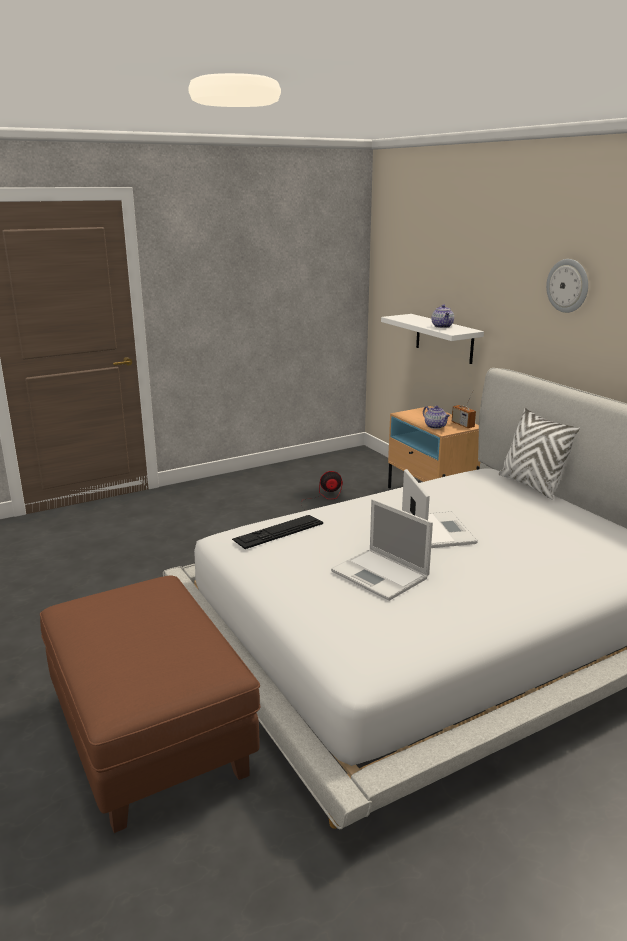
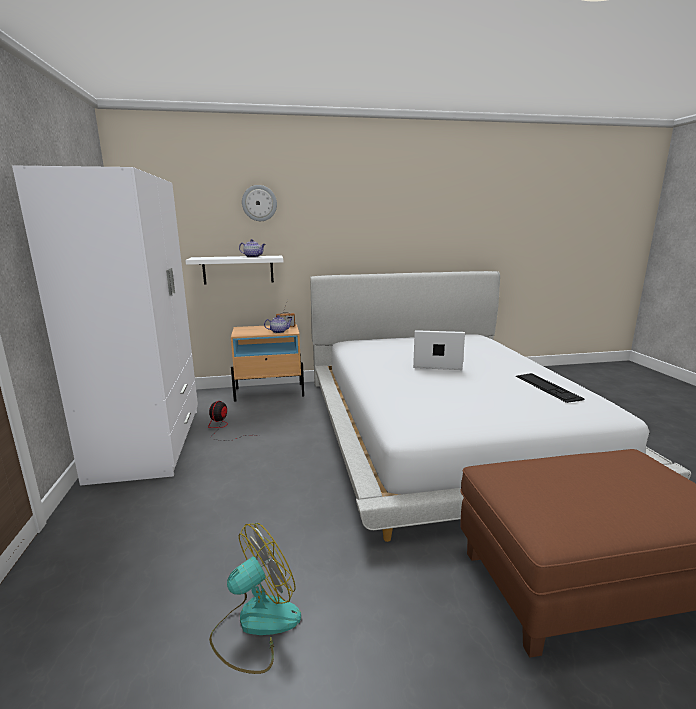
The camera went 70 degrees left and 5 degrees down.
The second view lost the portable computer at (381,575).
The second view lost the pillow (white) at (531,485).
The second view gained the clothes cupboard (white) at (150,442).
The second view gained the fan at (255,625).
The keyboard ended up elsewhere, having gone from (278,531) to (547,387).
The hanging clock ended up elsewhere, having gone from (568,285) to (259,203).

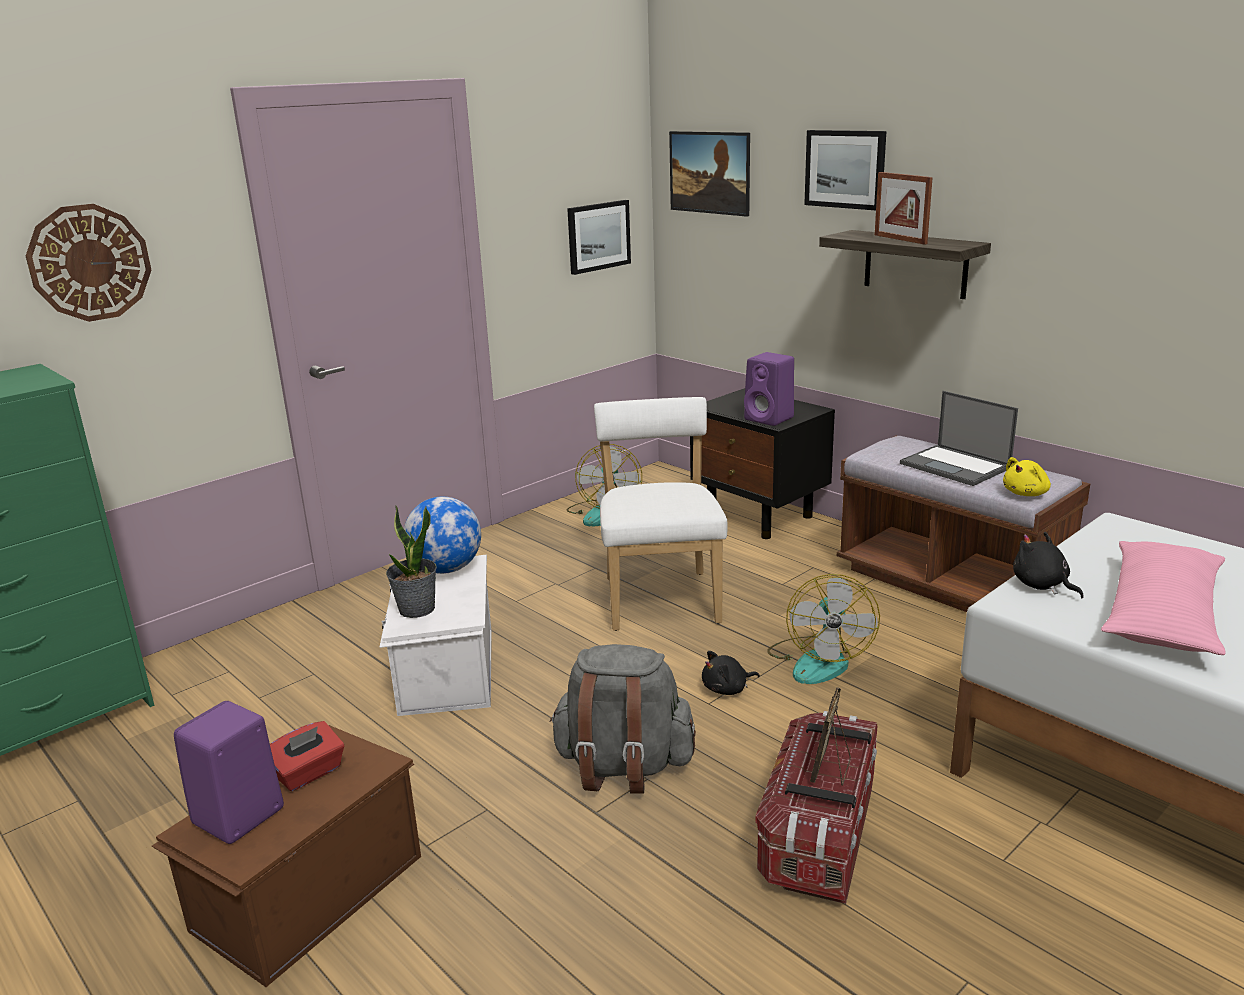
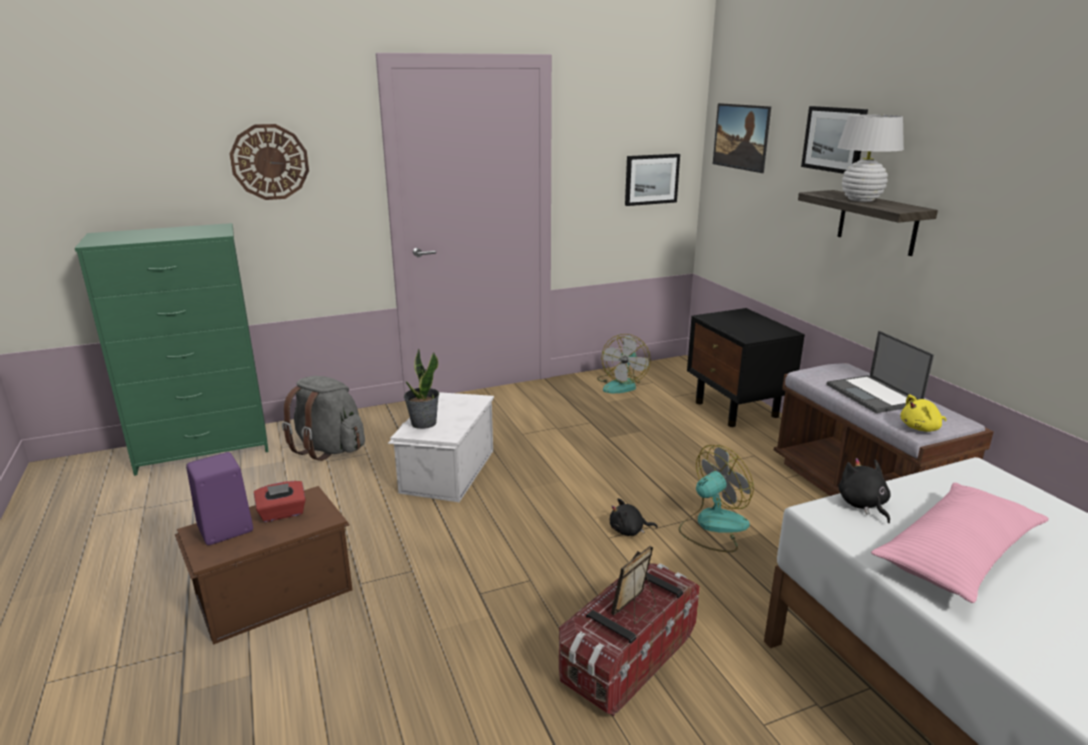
The camera went 20 degrees right and 0 degrees up.
The second view lost the world globe at (446,569).
The second view lost the upright chair (white) at (661,597).
The second view lost the speaker (purplish) at (770,419).
The rucksack (gray) ended up elsewhere, having gone from (623,766) to (329,448).
Where the photo frame stood at (900,239), the lamp for a table (white) came to stand at (861,200).
The fan at (818,660) ended up facing another way, 150 degrees counterclockwise from before.

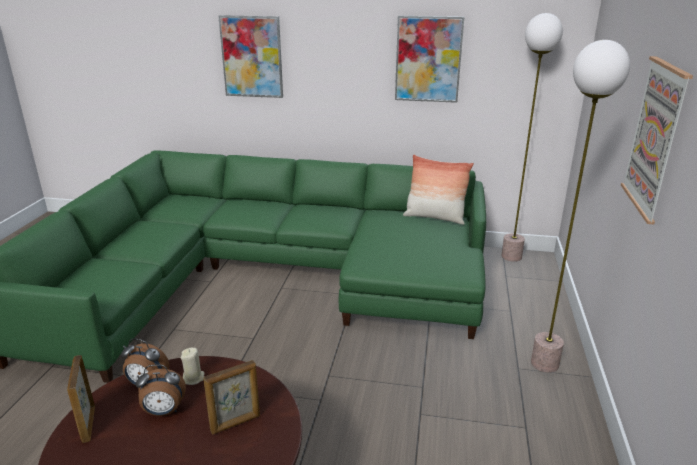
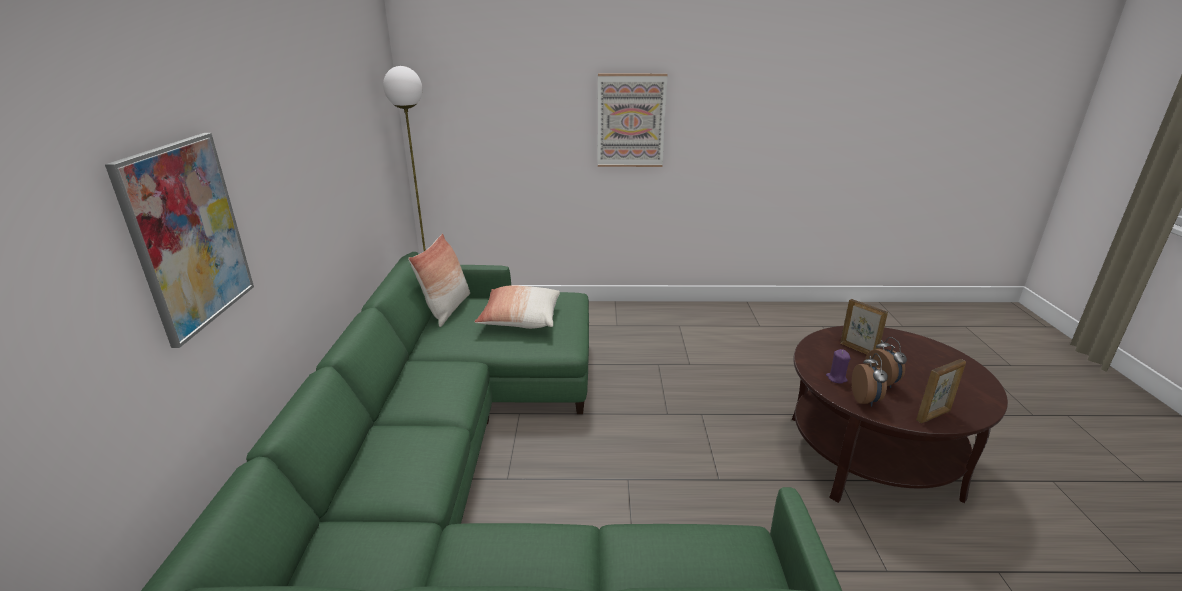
The camera went 100 degrees left and 0 degrees up.
The second view lost the wall art at (428,59).
The second view lost the standard lamp at (545,364).
The second view gained the pillow at (520,319).
What was the wax light (beige-coloured) at (193,378) turned into the wax light (purplish) at (836,378).

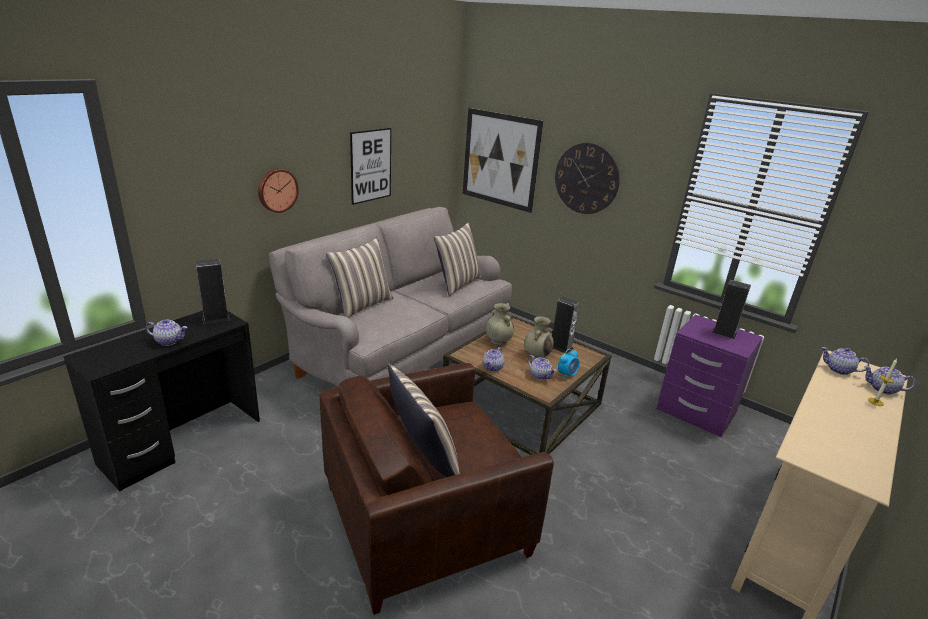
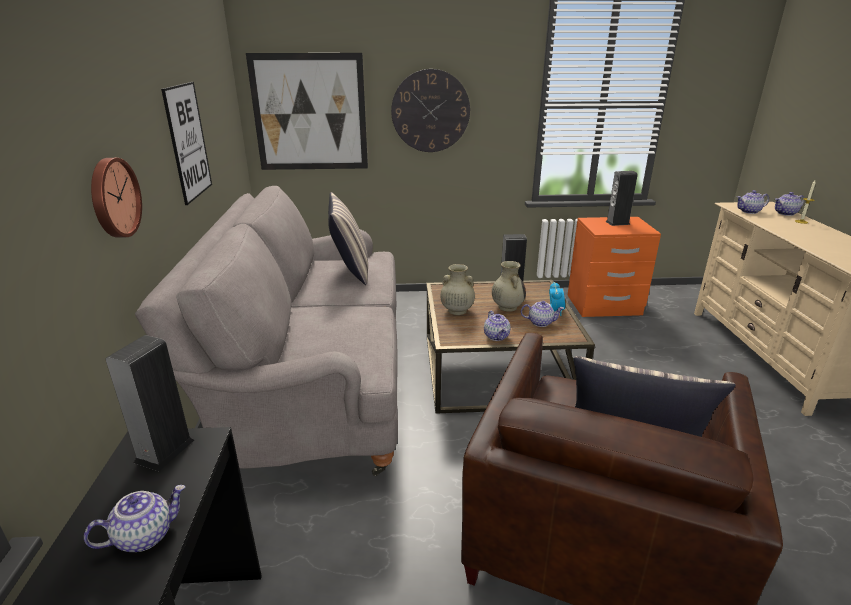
The camera went 40 degrees left and 0 degrees up.
The second view lost the pillow at (362,305).
What was the bedside table (purplish) at (695,412) turned into the bedside table (orange-coloured) at (604,306).

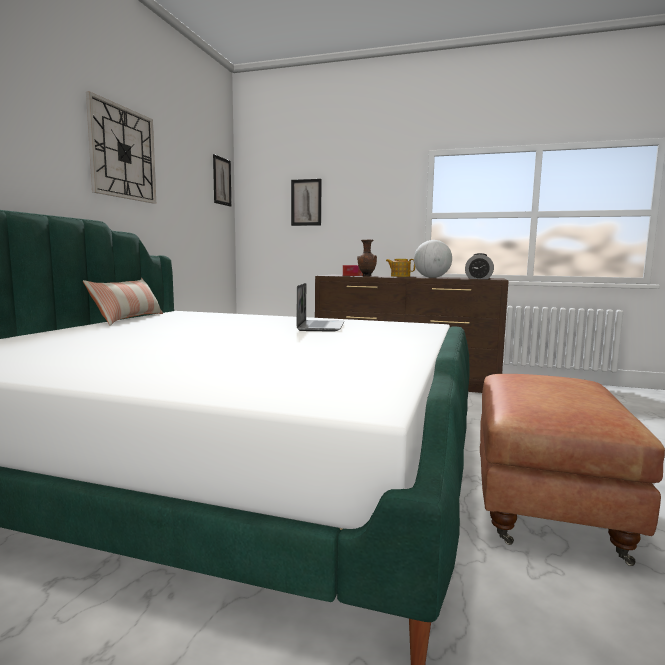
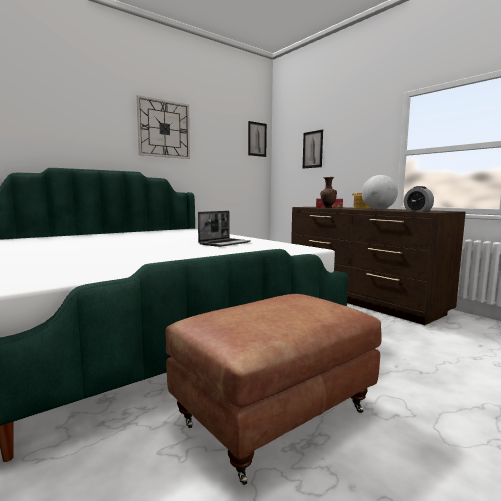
The camera went 35 degrees right and 0 degrees up.
The second view lost the pillow at (129,319).

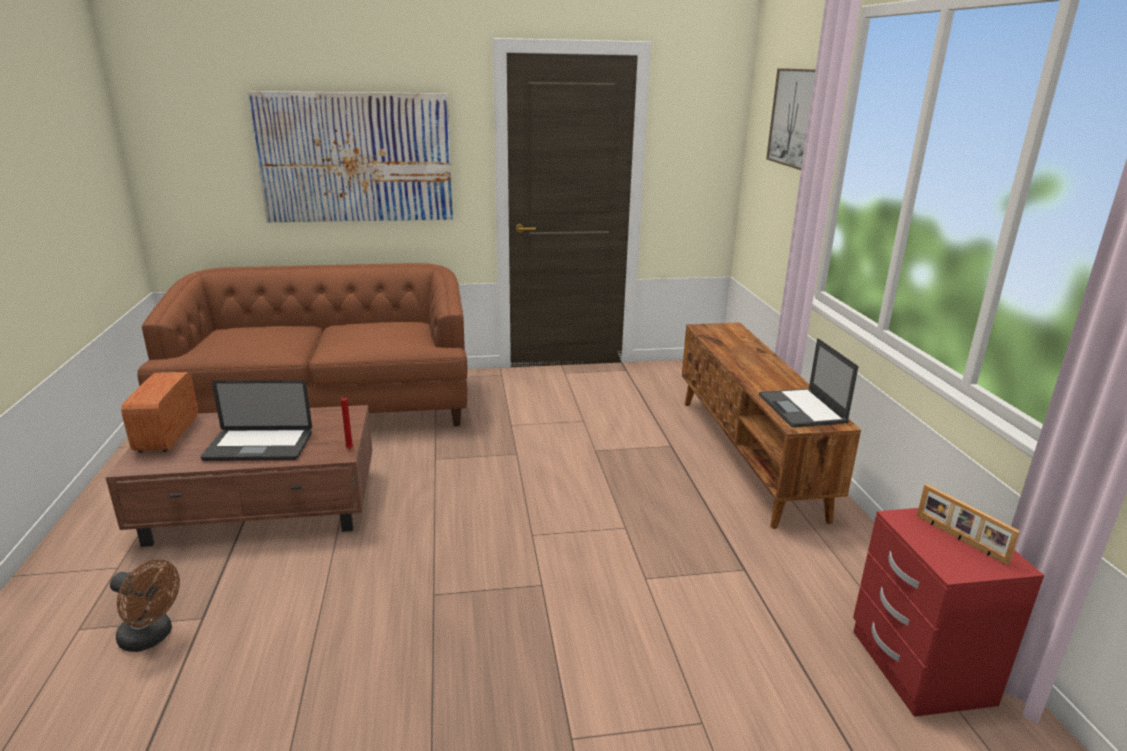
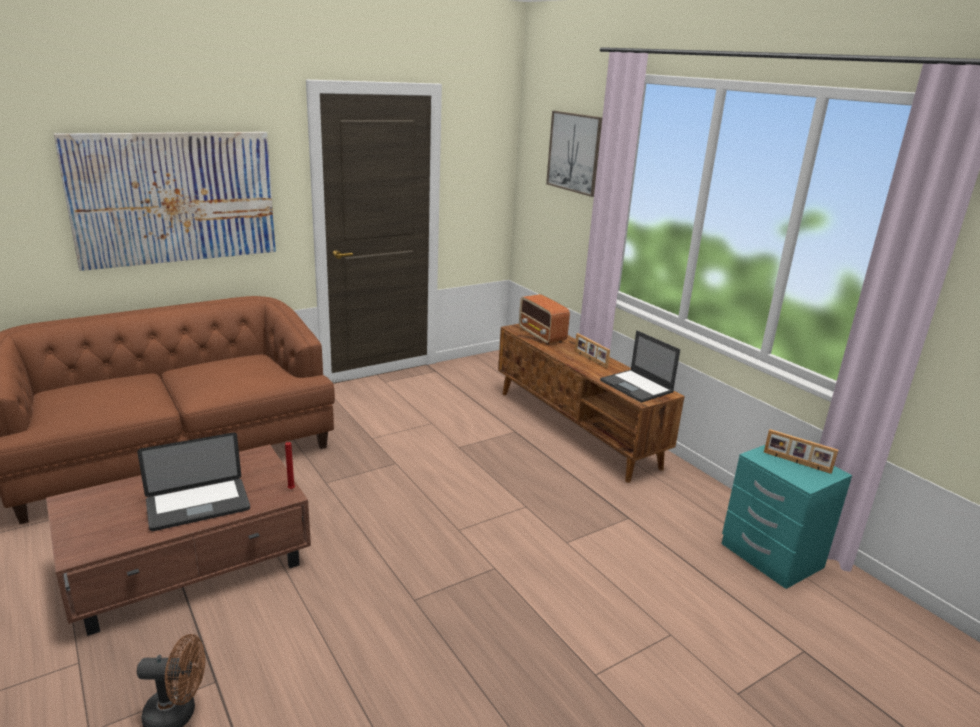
The camera went 25 degrees left and 0 degrees up.
The second view gained the photo frame at (590,359).
The radio ended up elsewhere, having gone from (167,435) to (542,335).
What was the bedside table (red) at (920,667) turned into the bedside table (turquoise) at (771,556).

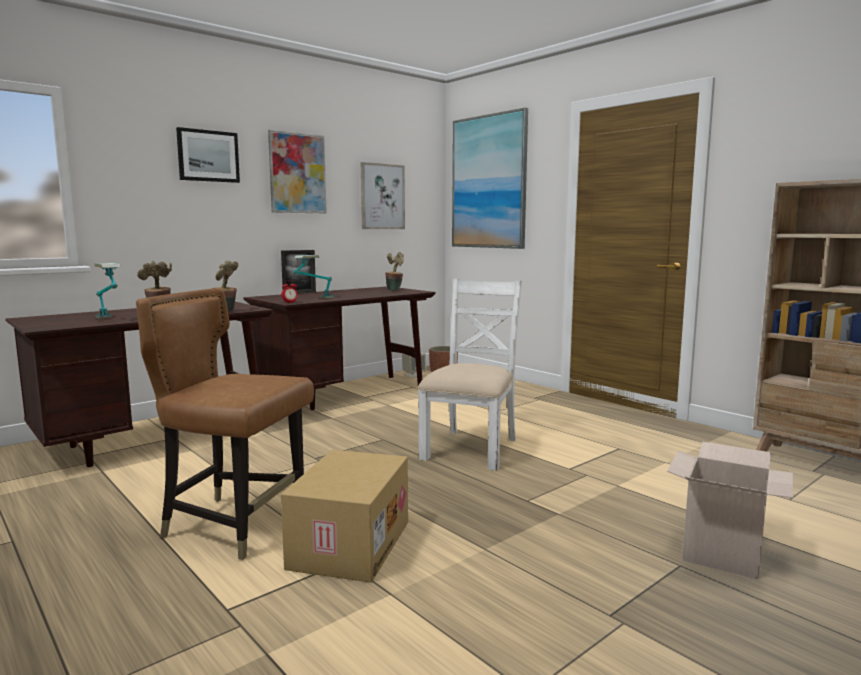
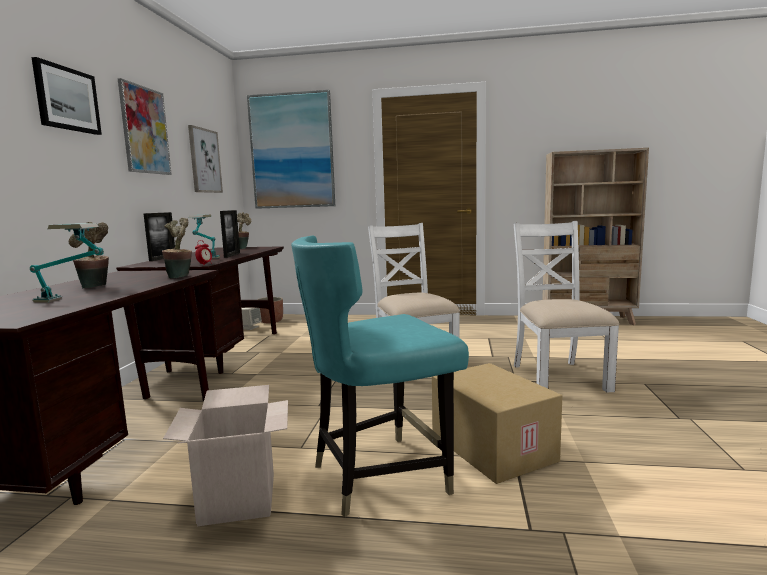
The camera went 40 degrees left and 0 degrees up.
The second view gained the photo frame at (232,255).
The second view gained the upright chair (white) at (558,377).
The packing box ended up elsewhere, having gone from (723,553) to (238,499).
What was the upright chair (brown-coloured) at (234,524) turned into the upright chair (turquoise) at (379,475).

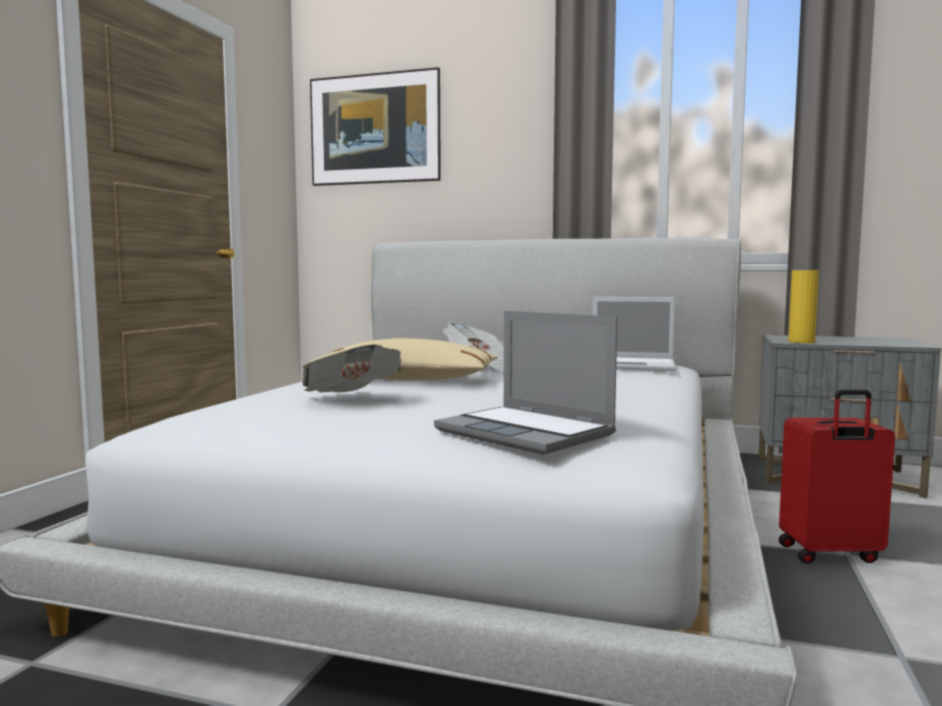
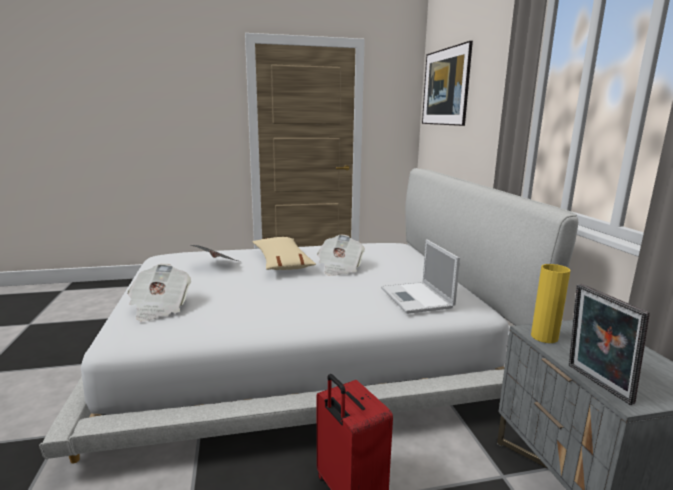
The camera went 60 degrees right and 10 degrees up.
The second view gained the photo frame at (595,384).
Where the portable computer stood at (527,433), the daily paper came to stand at (159,307).

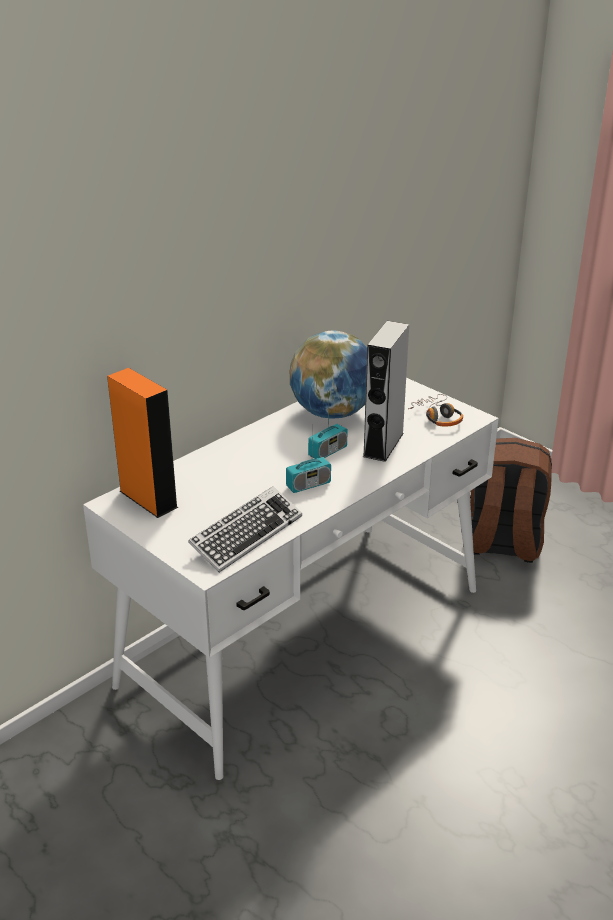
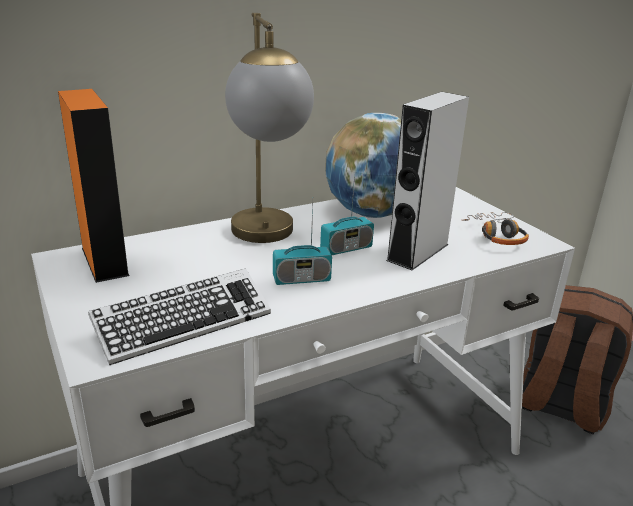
The camera went 15 degrees right and 5 degrees down.
The second view gained the lamp for a table at (267,239).

